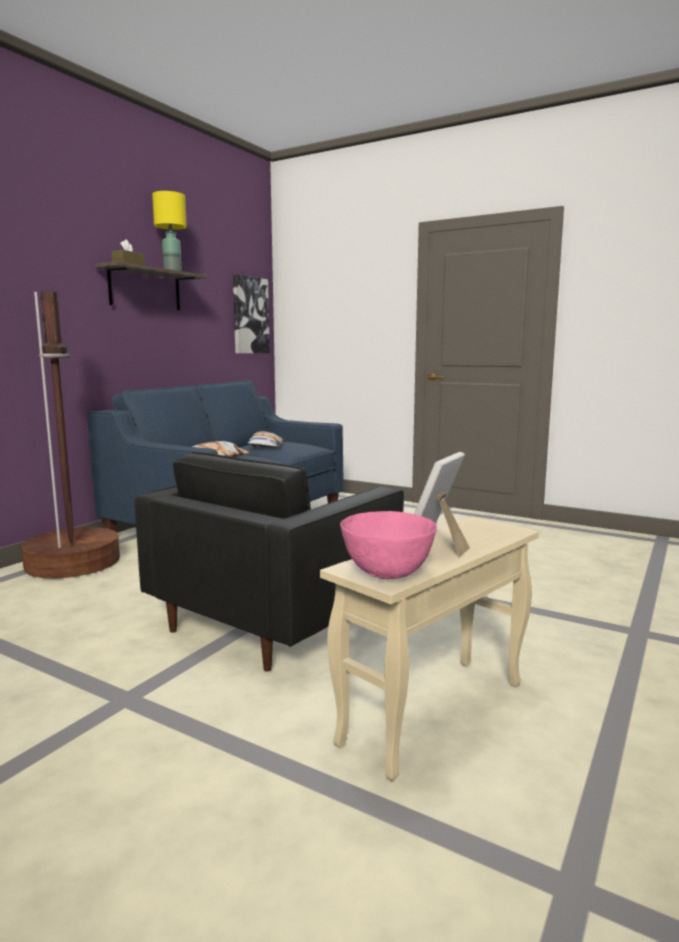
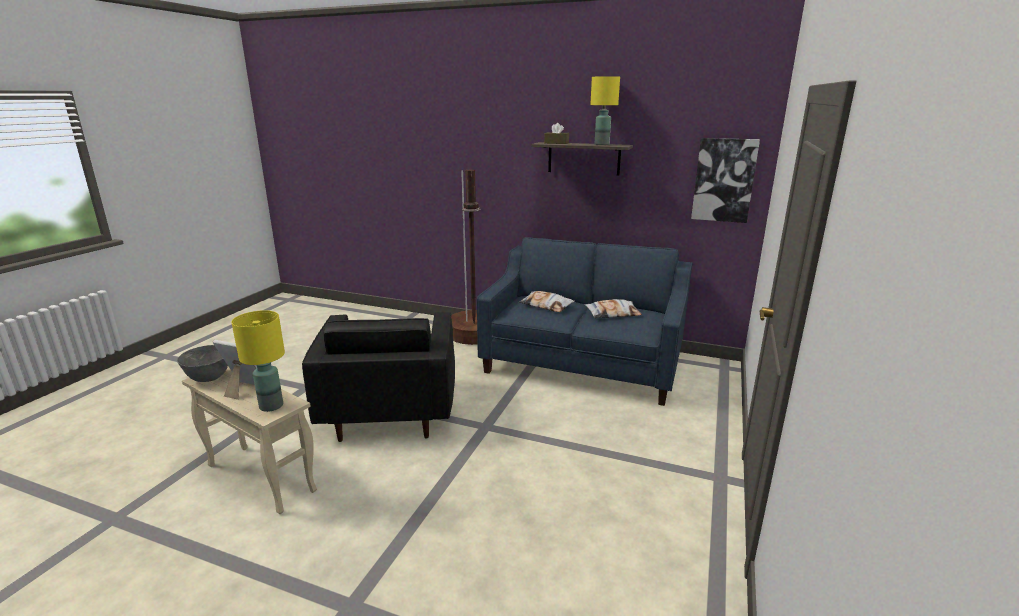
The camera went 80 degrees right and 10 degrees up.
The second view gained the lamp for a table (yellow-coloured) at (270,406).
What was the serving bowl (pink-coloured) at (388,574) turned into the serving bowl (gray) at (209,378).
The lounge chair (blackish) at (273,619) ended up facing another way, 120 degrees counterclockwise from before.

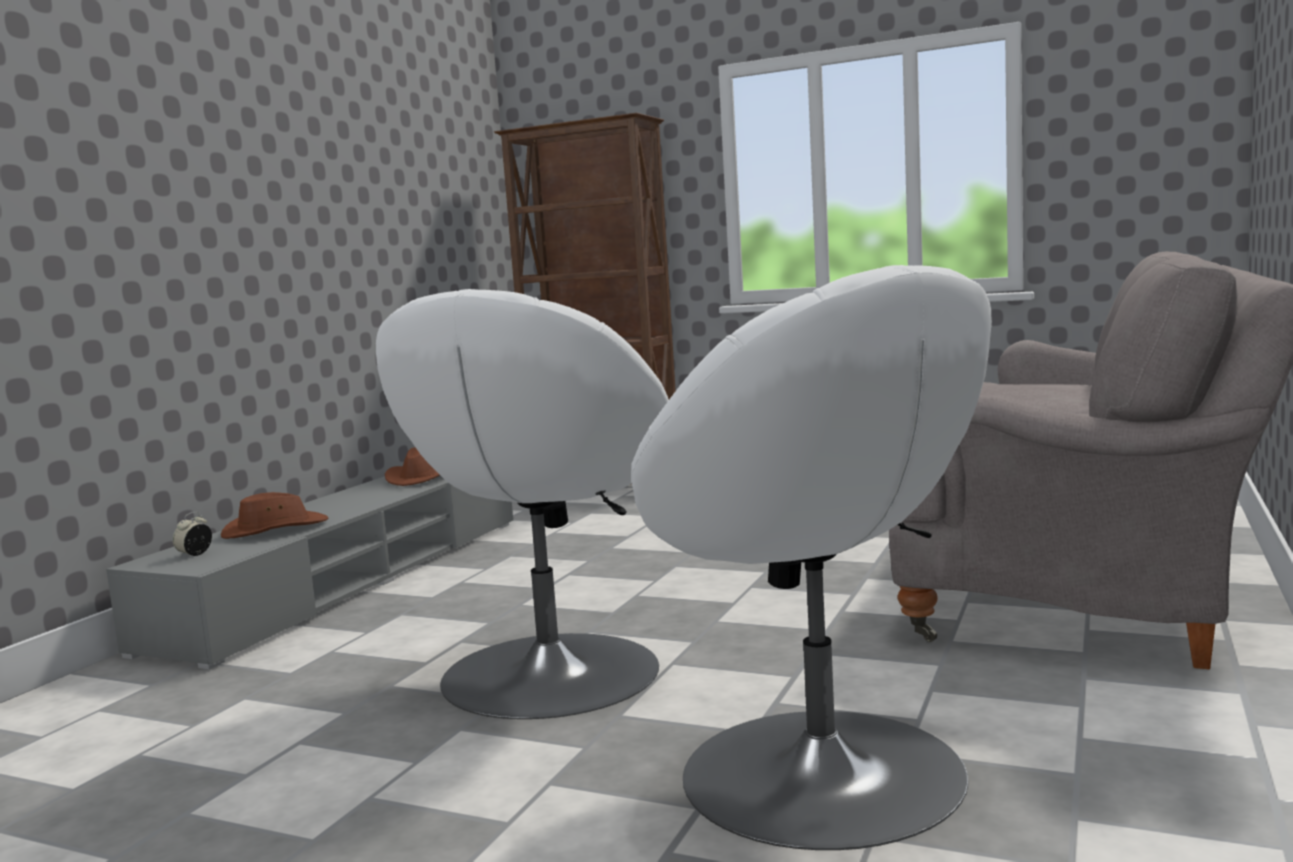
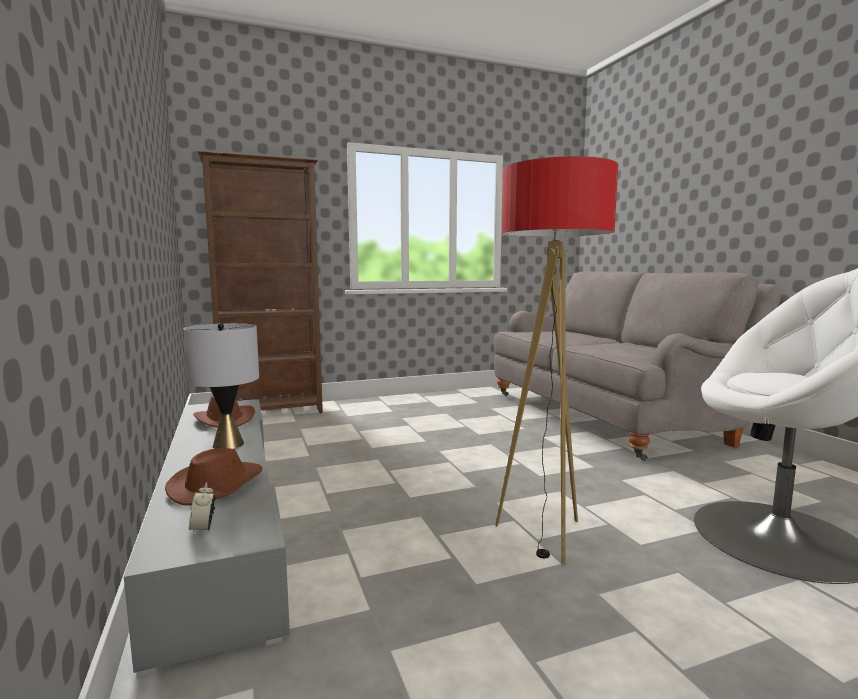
The camera went 45 degrees left and 0 degrees up.
The second view gained the lamp for a table (gray) at (228,445).
Where the lounge chair (white) stood at (547,674), the standard lamp came to stand at (544,536).

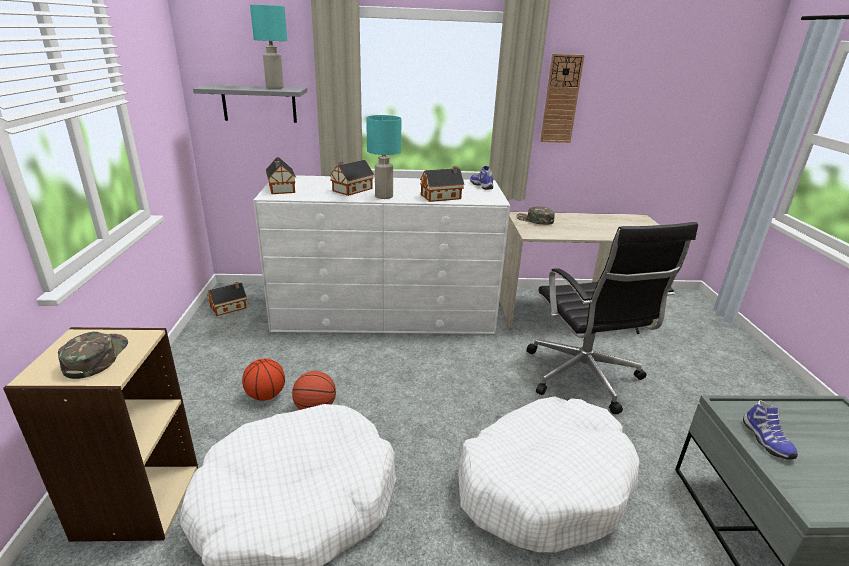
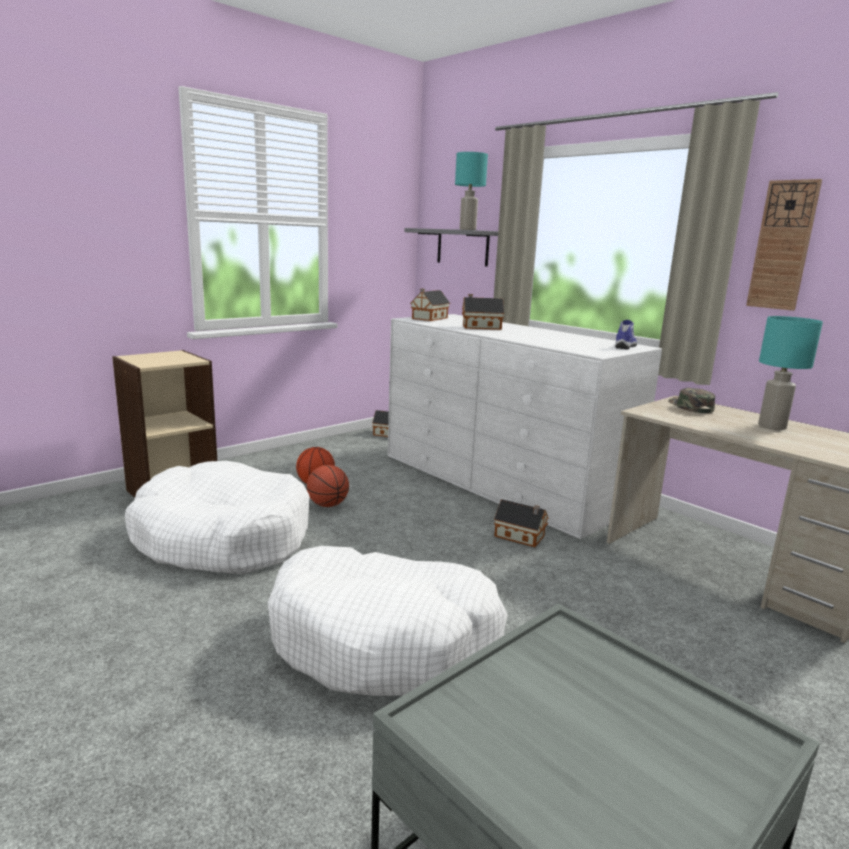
The camera went 50 degrees right and 10 degrees down.
The second view lost the cap (greenish) at (95,357).
The second view lost the computer chair (blackish) at (583,377).
The second view lost the item of footwear at (765,440).
The lamp for a table (turquoise) ended up elsewhere, having gone from (384,196) to (772,427).
The model house ended up elsewhere, having gone from (442,197) to (521,537).

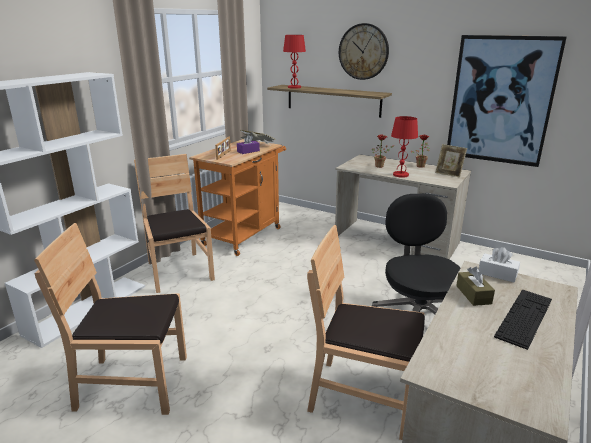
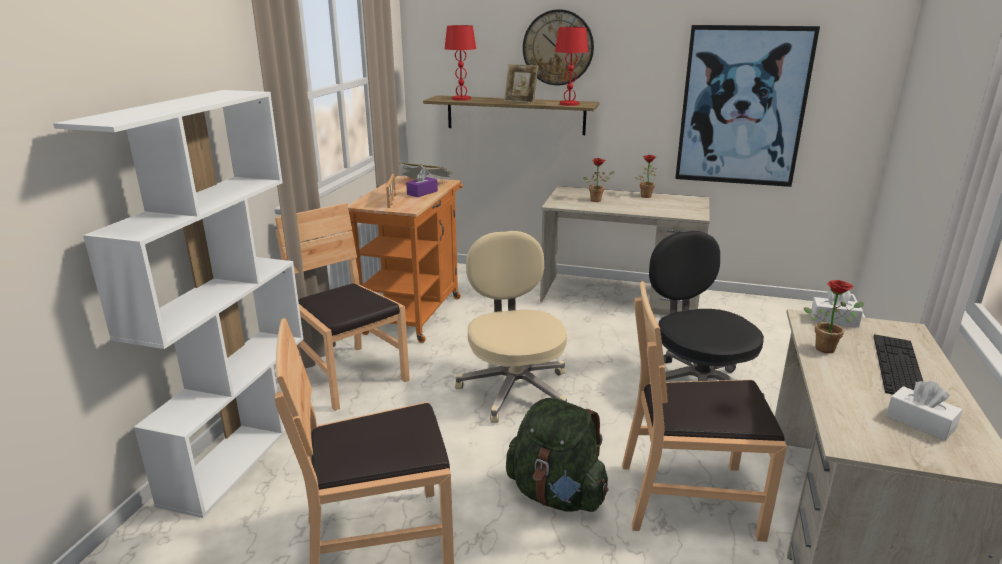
The camera went 15 degrees left and 0 degrees up.
The second view gained the computer chair (beige-coloured) at (514,388).
The second view gained the rucksack (greenish) at (556,494).
The second view gained the tissue box (white) at (920,422).
The lamp for a table (red) ended up elsewhere, having gone from (401,175) to (569,104).
The photo frame ended up elsewhere, having gone from (449,174) to (520,101).
Where the tissue box (brown-coloured) stood at (473,295), the potted plant came to stand at (827,348).

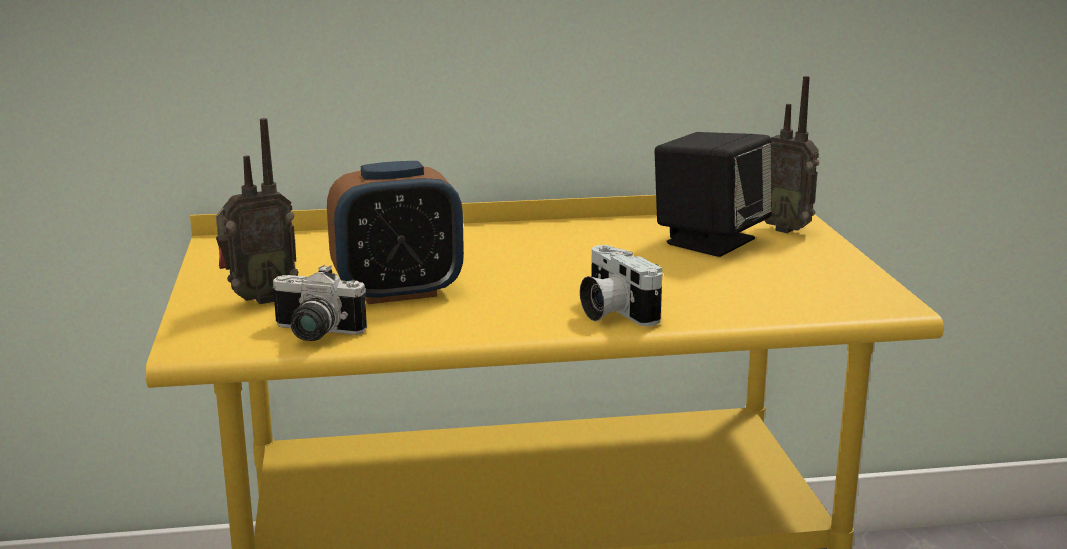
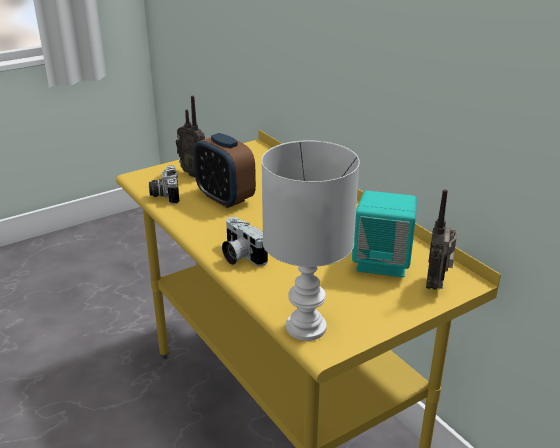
The camera went 65 degrees right and 10 degrees up.
The second view gained the lamp for a table (white) at (306,326).
What was the speaker (blackish) at (709,241) turned into the speaker (turquoise) at (382,262).
The photo camera at (612,312) ended up facing another way, 75 degrees counterclockwise from before.

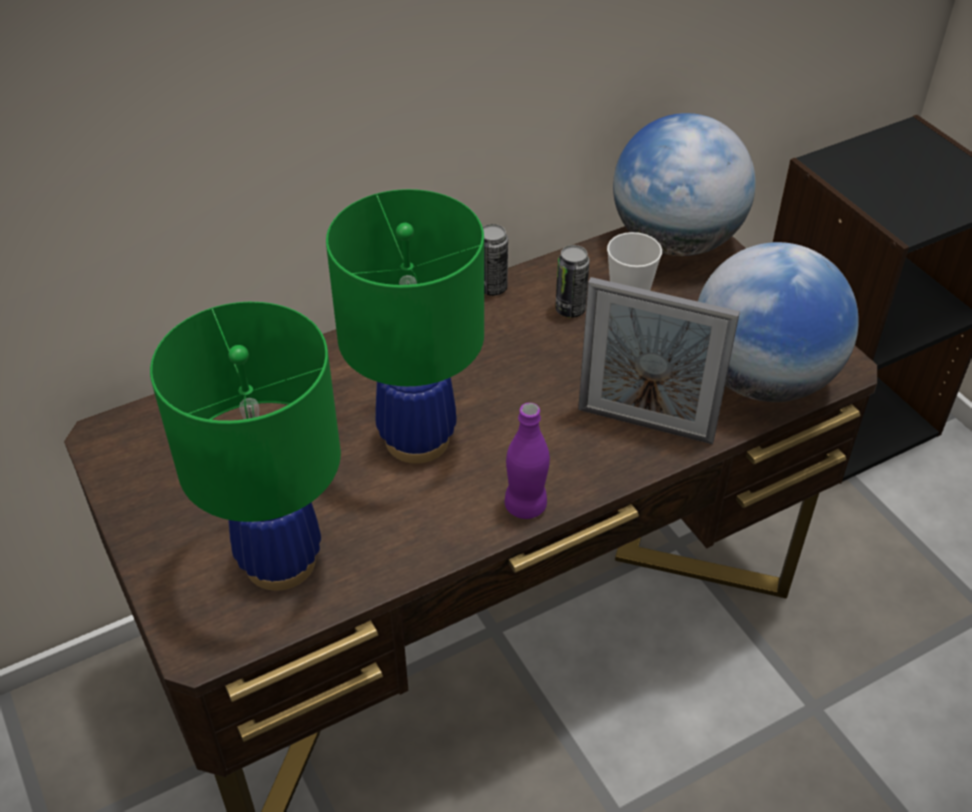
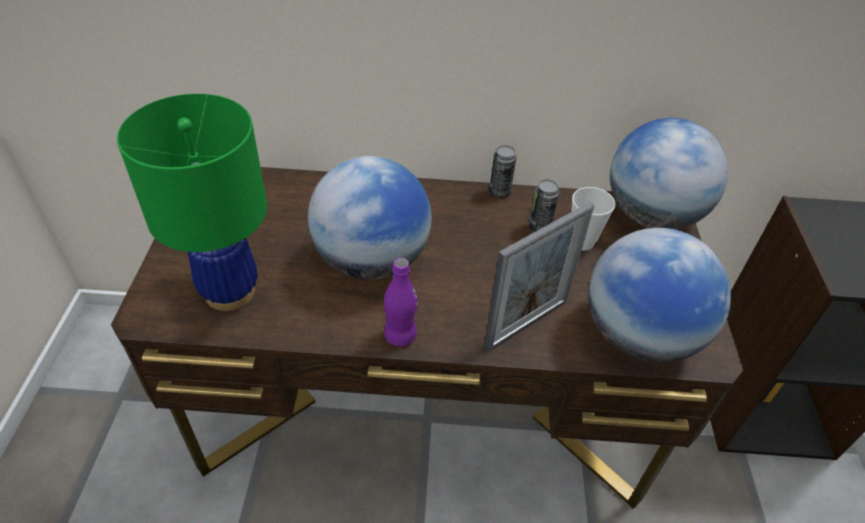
The camera went 30 degrees right and 0 degrees up.
Where the lamp for a table (greenish) stood at (416,439), the world globe came to stand at (371,260).
The photo frame at (645,424) ended up facing another way, 90 degrees counterclockwise from before.

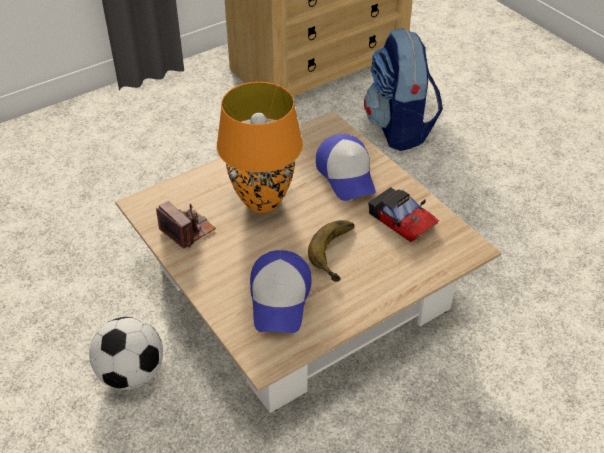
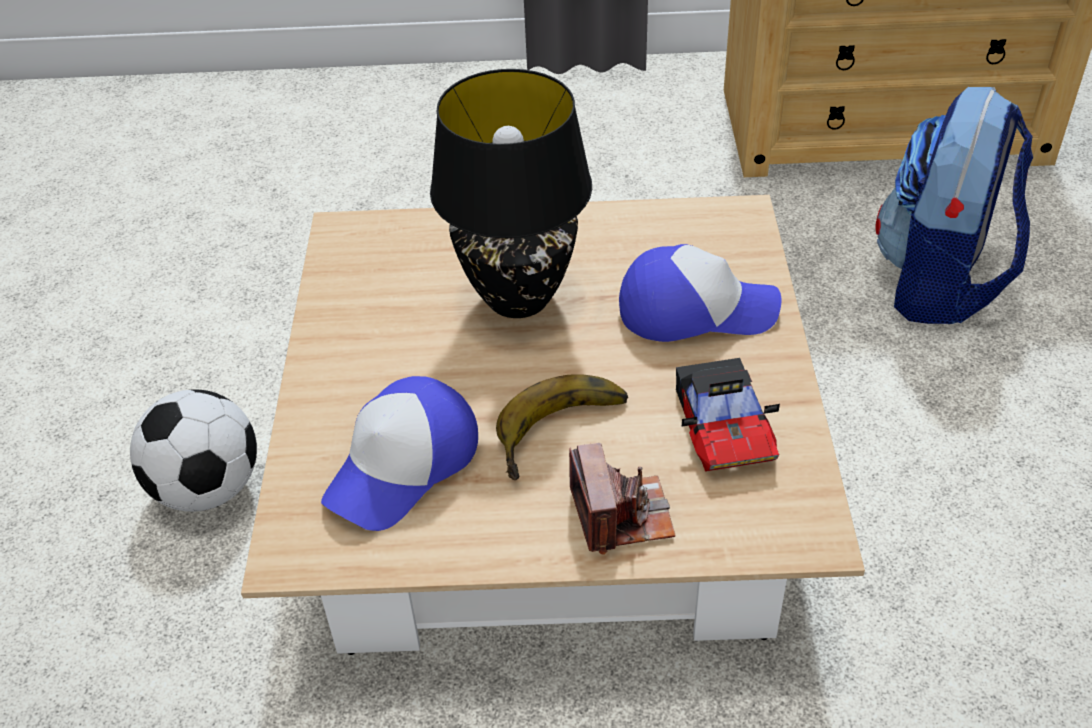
The camera went 35 degrees right and 0 degrees up.
The photo camera ended up elsewhere, having gone from (187,230) to (621,515).
What was the lamp for a table (orange-coloured) at (262,201) turned into the lamp for a table (blackish) at (518,297).
The cap at (346,175) ended up facing another way, 105 degrees counterclockwise from before.

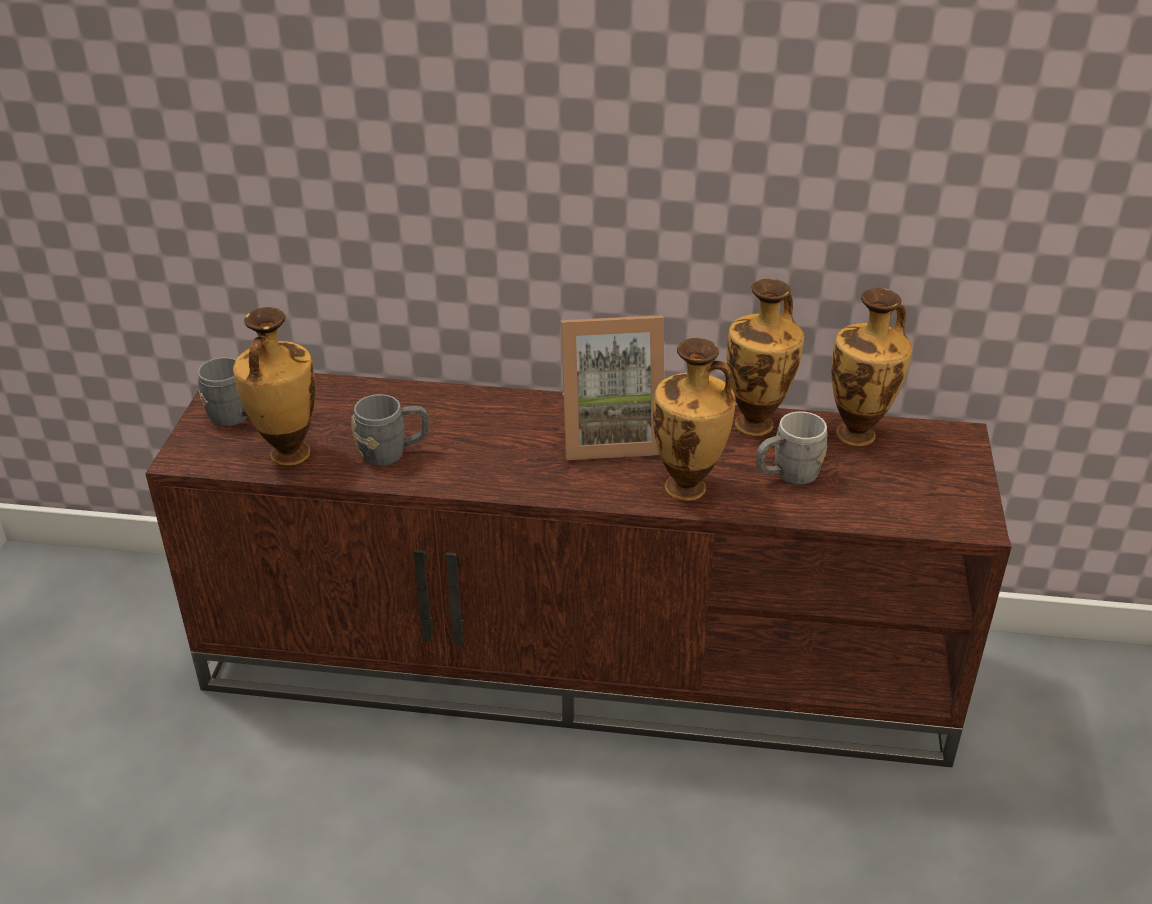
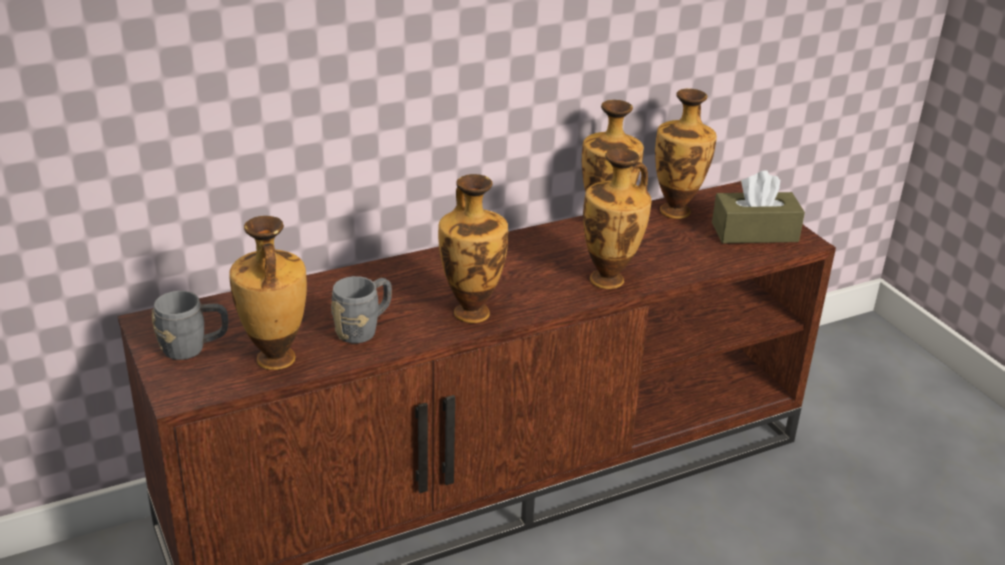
The camera went 35 degrees left and 5 degrees down.
The second view lost the photo frame at (610,435).
The second view lost the mug (gray) at (787,475).
The second view gained the vase at (471,311).
The second view gained the tissue box (brown-coloured) at (754,232).

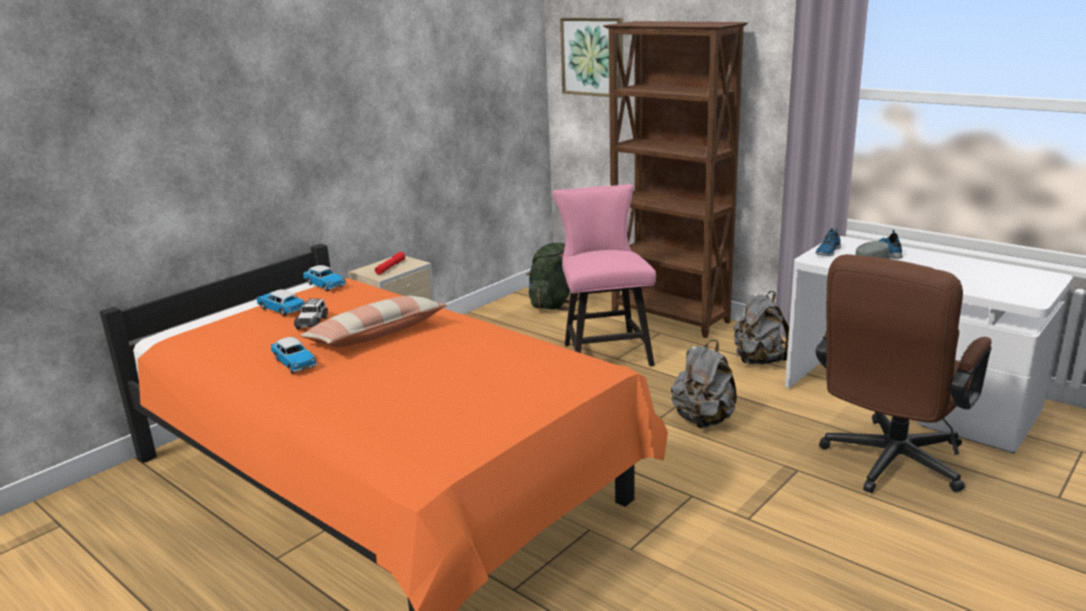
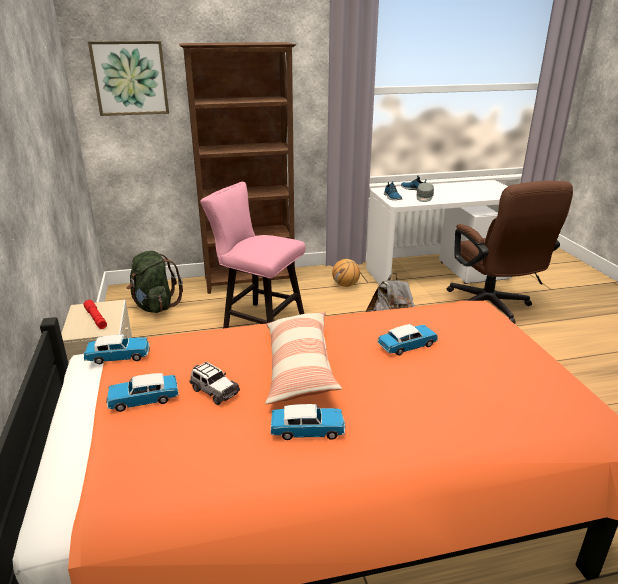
The camera went 55 degrees left and 5 degrees up.
The second view gained the toy car at (407,346).
Where the rucksack (gray) stood at (759,361), the basketball came to stand at (345,285).

